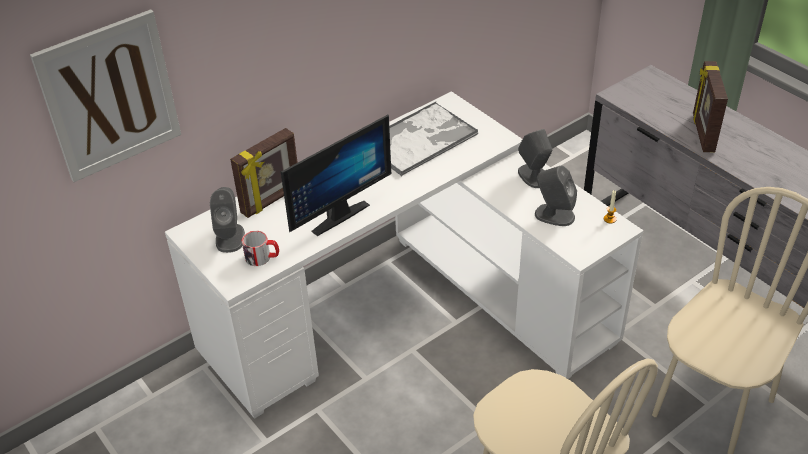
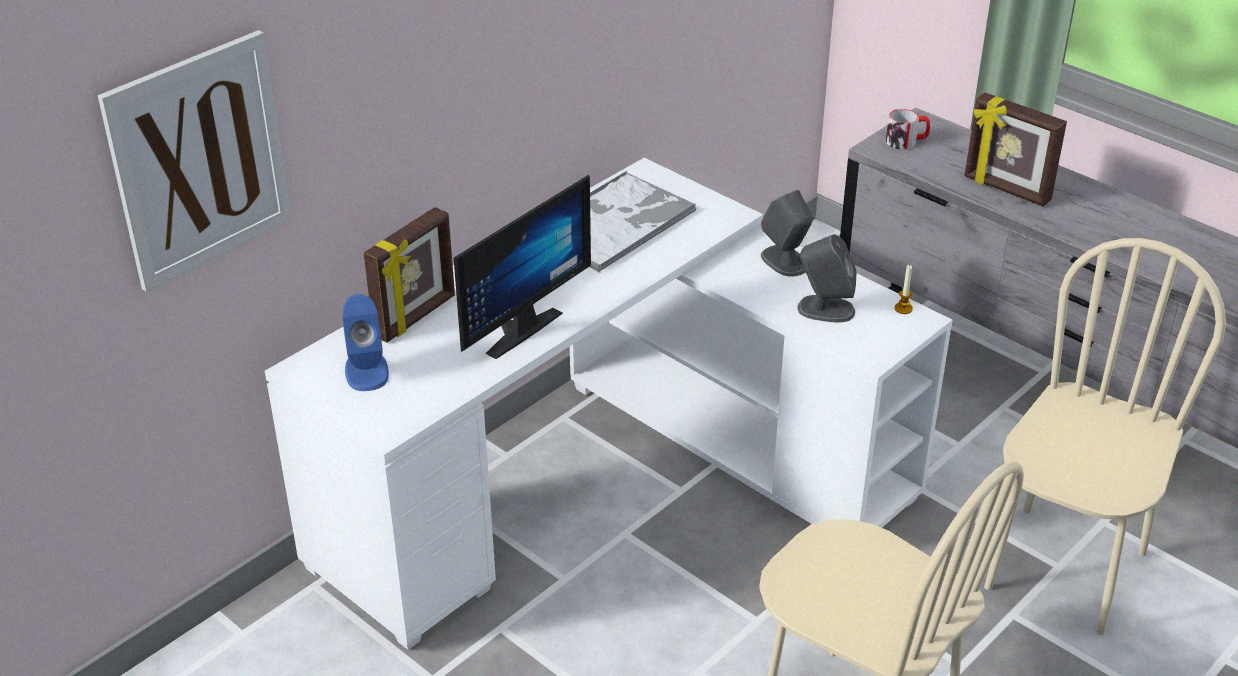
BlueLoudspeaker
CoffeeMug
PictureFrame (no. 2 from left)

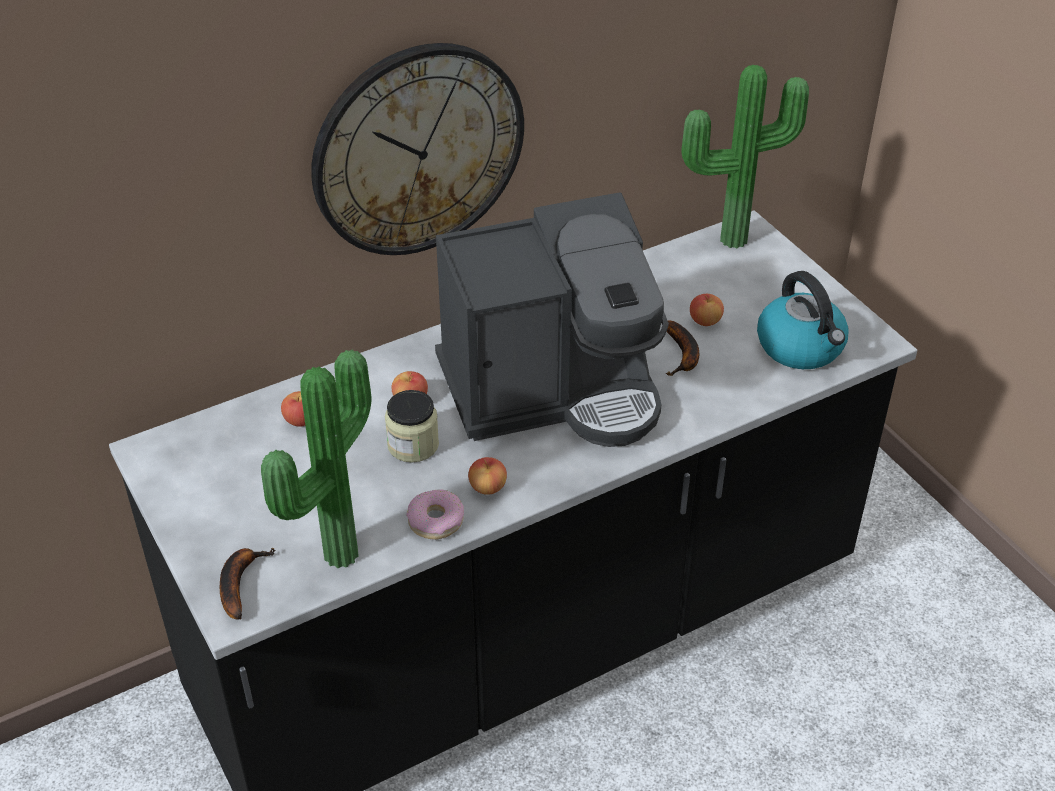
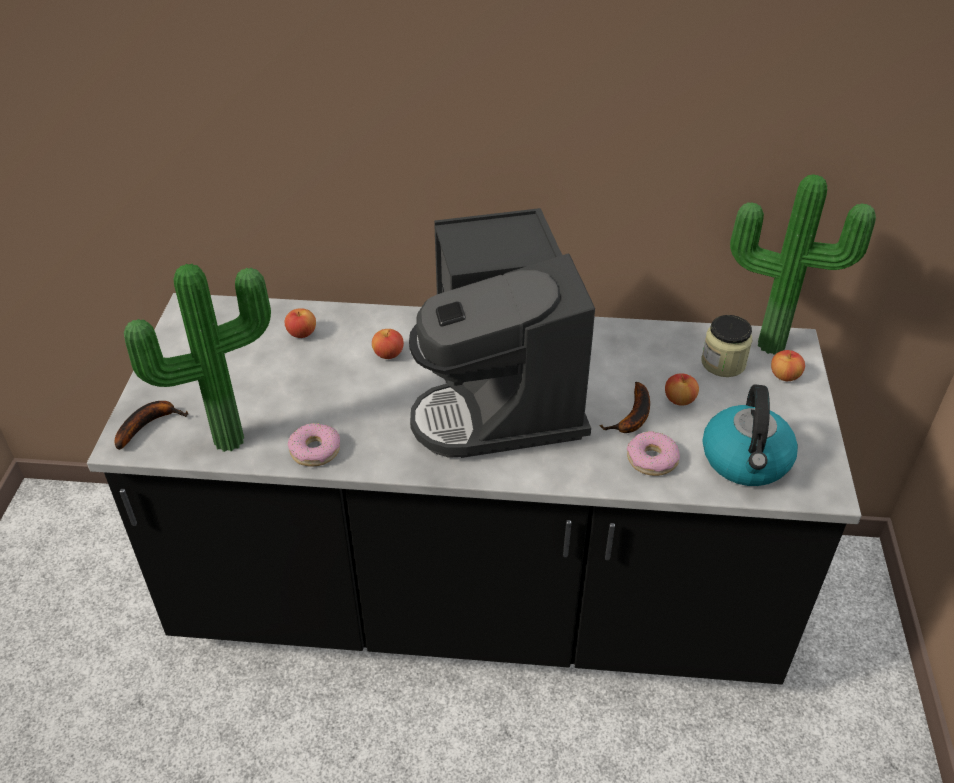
CoffeeMachine
RingDoughnut (no. 2 from left)
Jar
Apple (no. 4 from left)
HangingClock

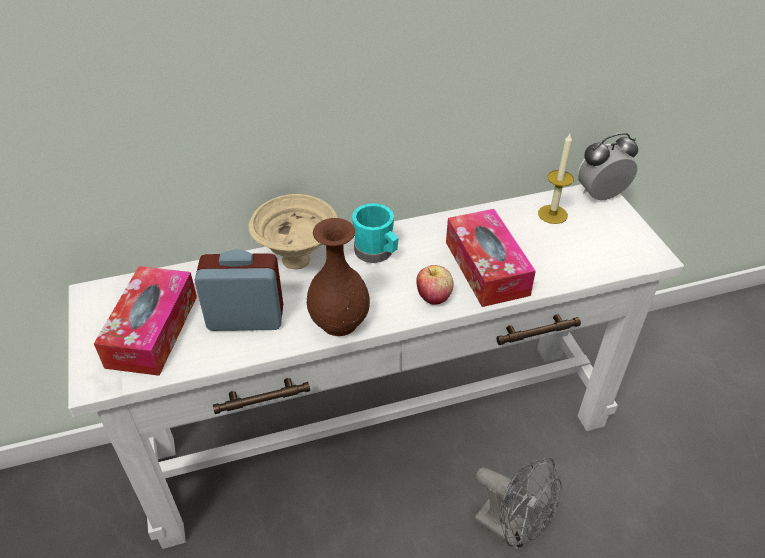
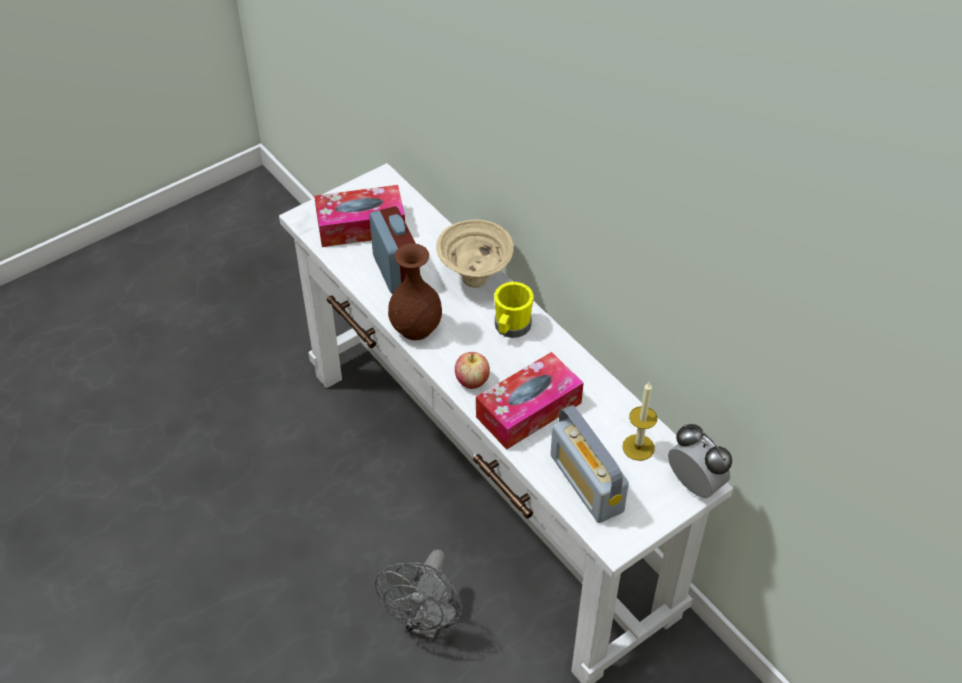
YellowColouredCoffeeMug
RadioSet

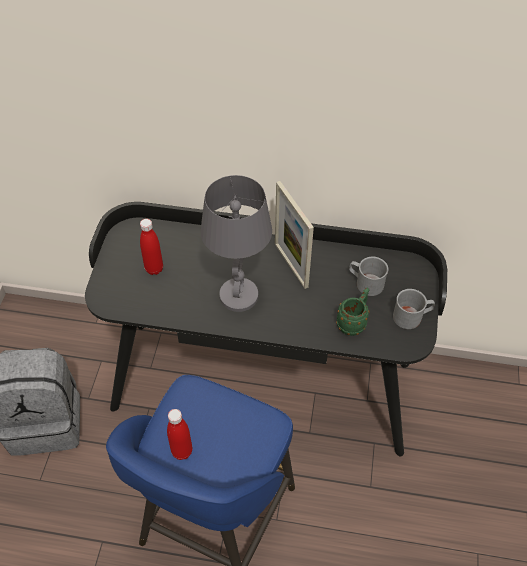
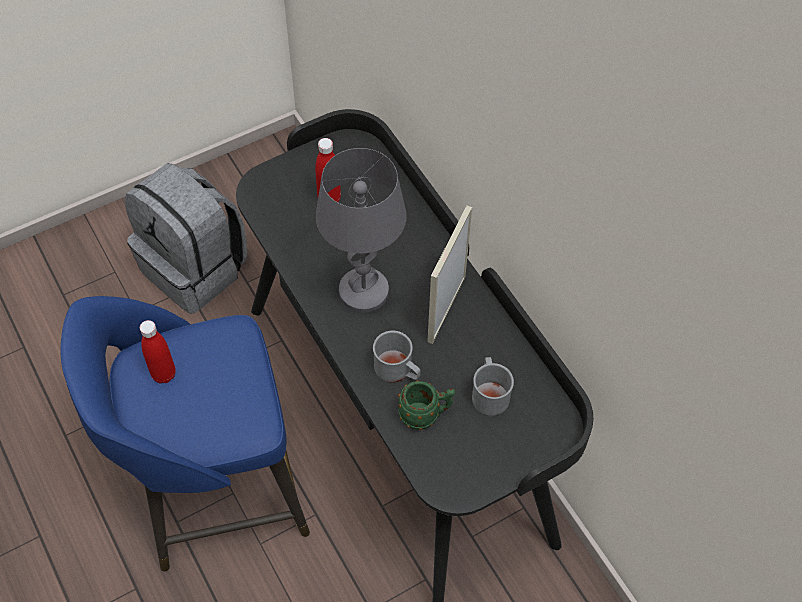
GreyCoffeeMug (no. 1 from left)

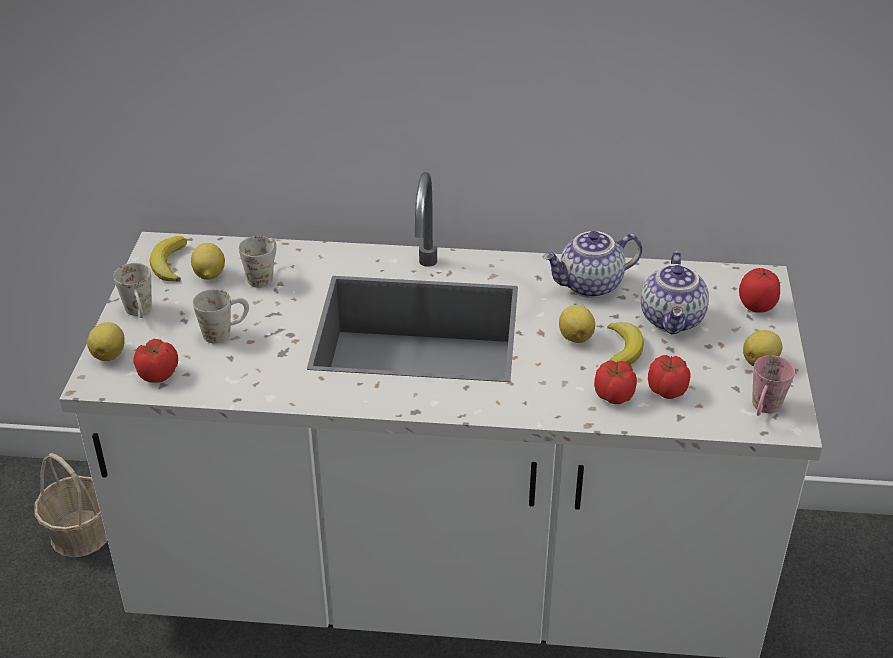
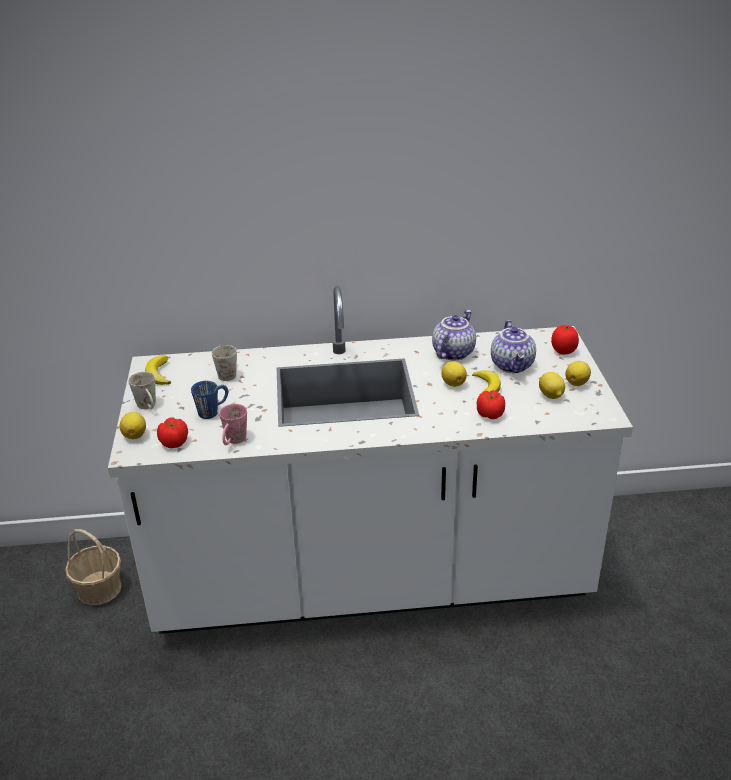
BlueCoffeeMug
PinkColouredCoffeeMug
PotForTea (no. 1 from left)
WholeLemon (no. 3 from left)
Tomato (no. 3 from left in the first image)

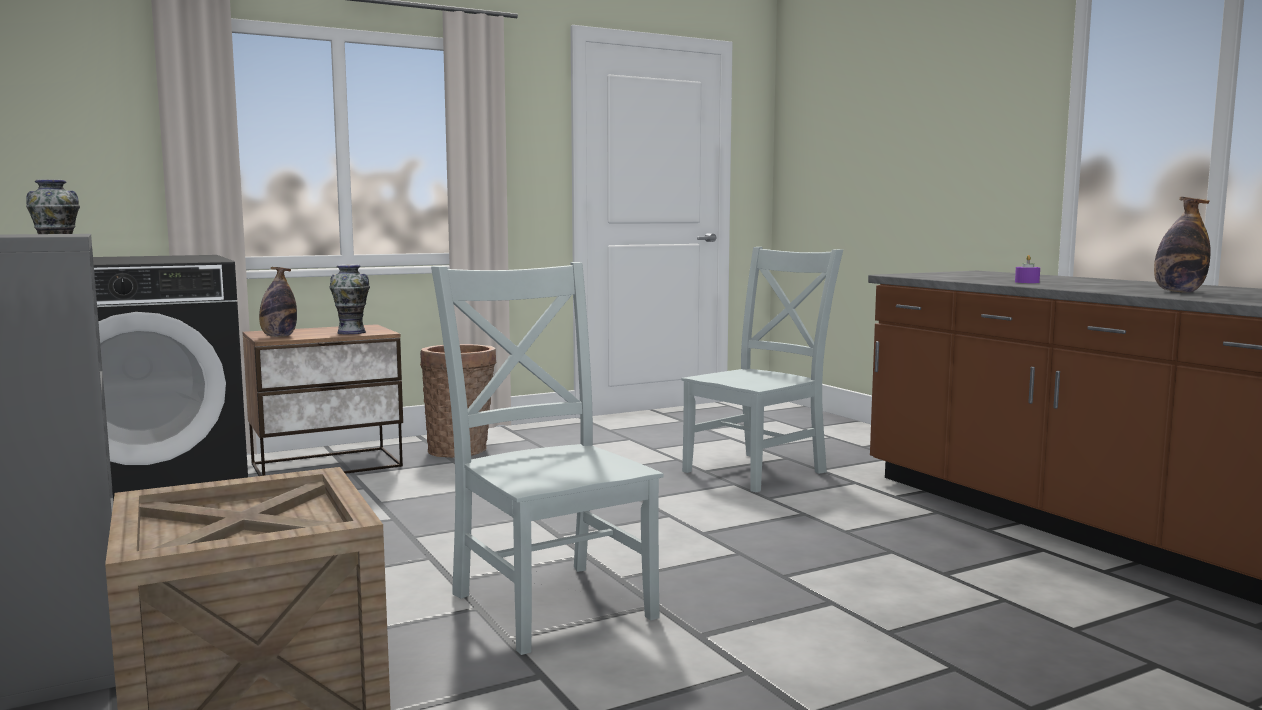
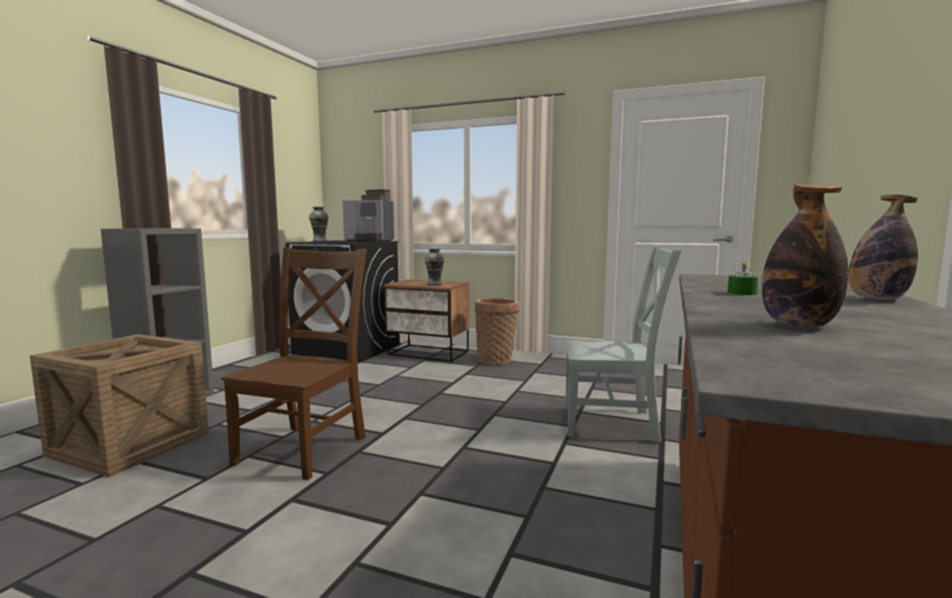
BrownChair
CoffeeMachine
GreenColouredWaxCandle
DrinkBottle (no. 2 from left)

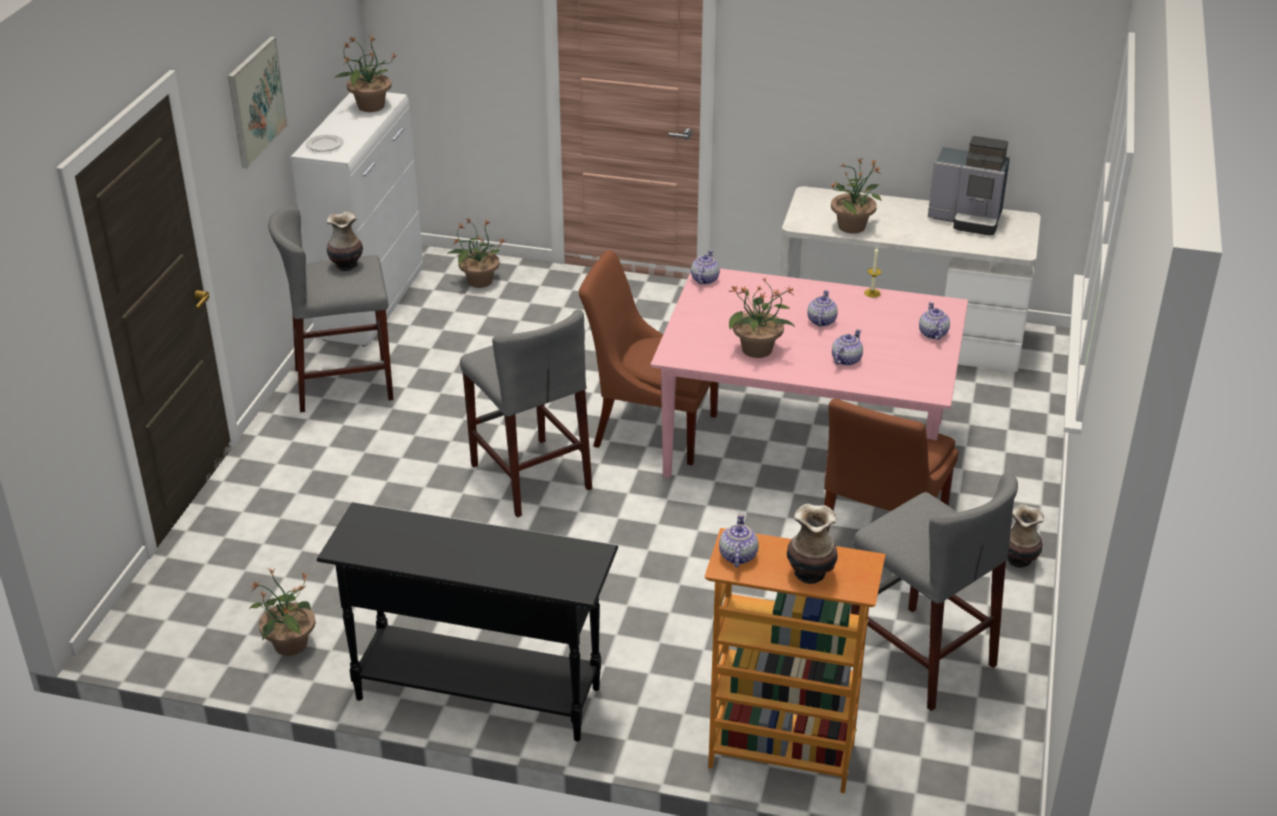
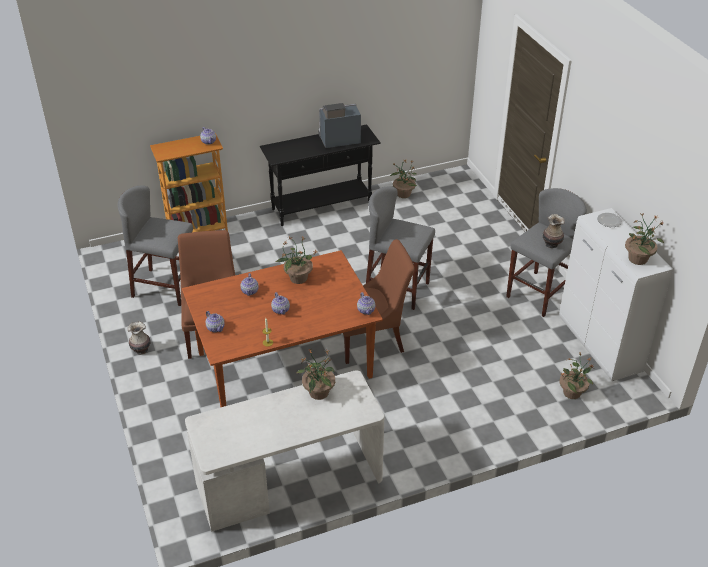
BrownDinnerTable
CoffeeMachine
WallPicture
DecorativeVase (no. 2 from left in the first image)

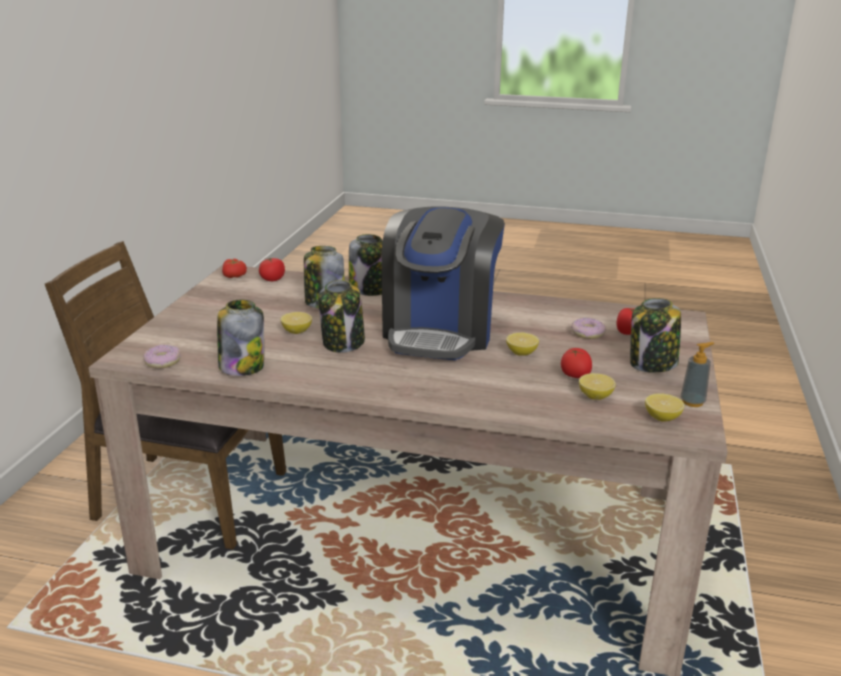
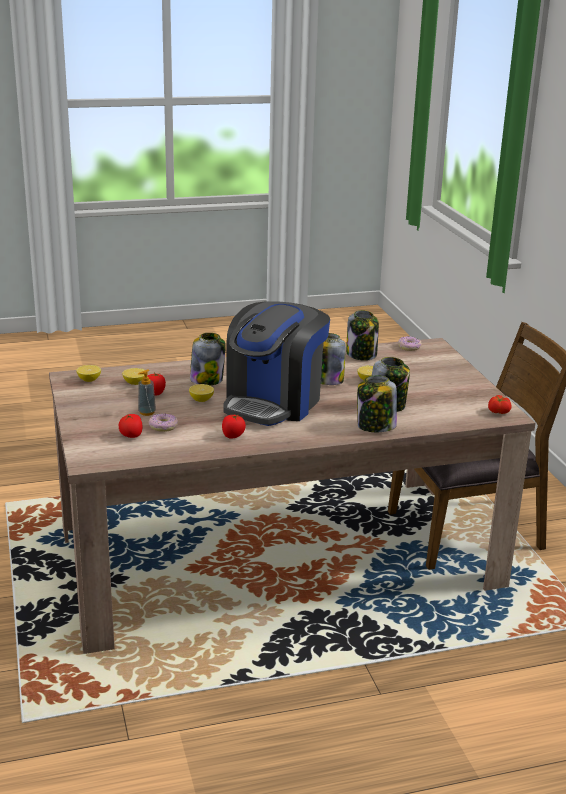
LiquidSoapBottle
Jar (no. 1 from left)
Tomato (no. 3 from left)
CoffeeMachine

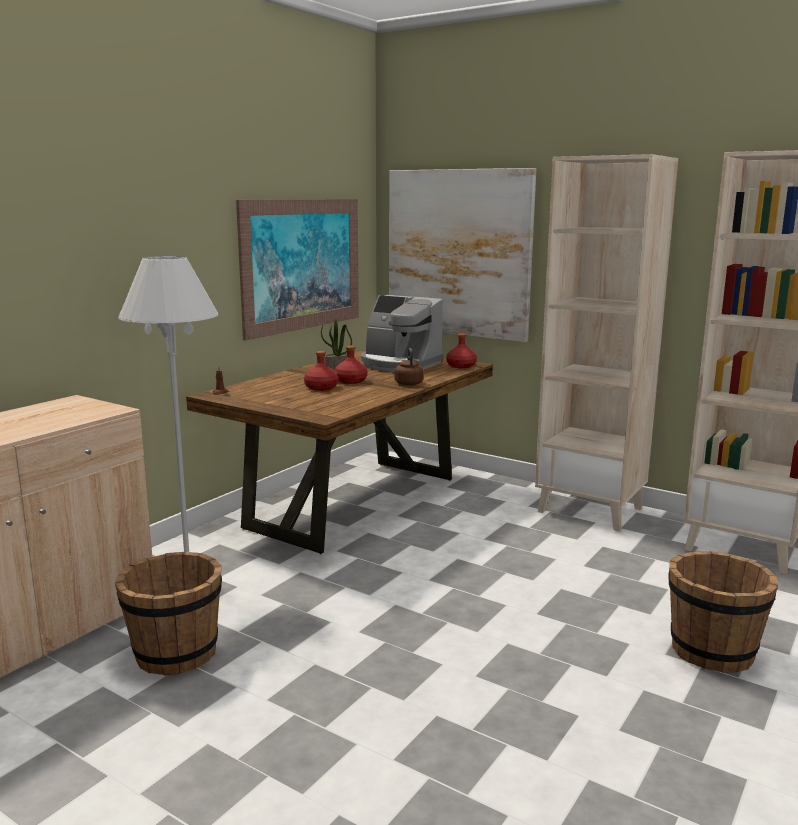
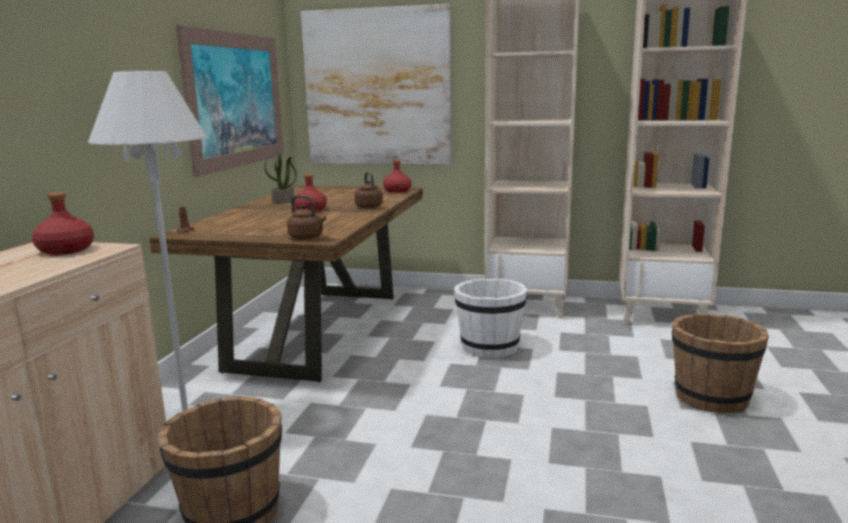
RedDrinkBottle (no. 1 from left)
BrownKettle (no. 1 from left)
WhiteColouredWaterBucket
CoffeeMachine

